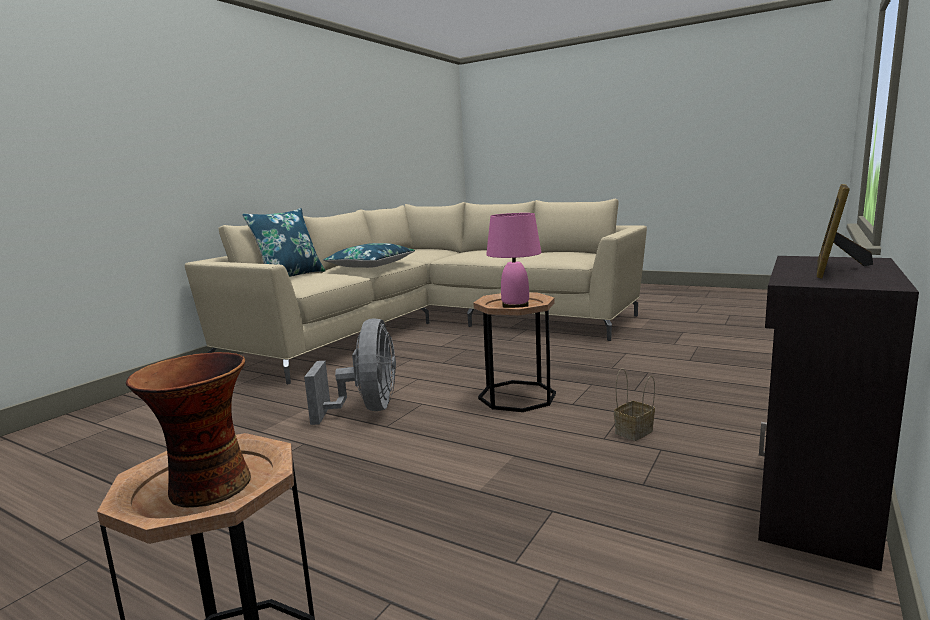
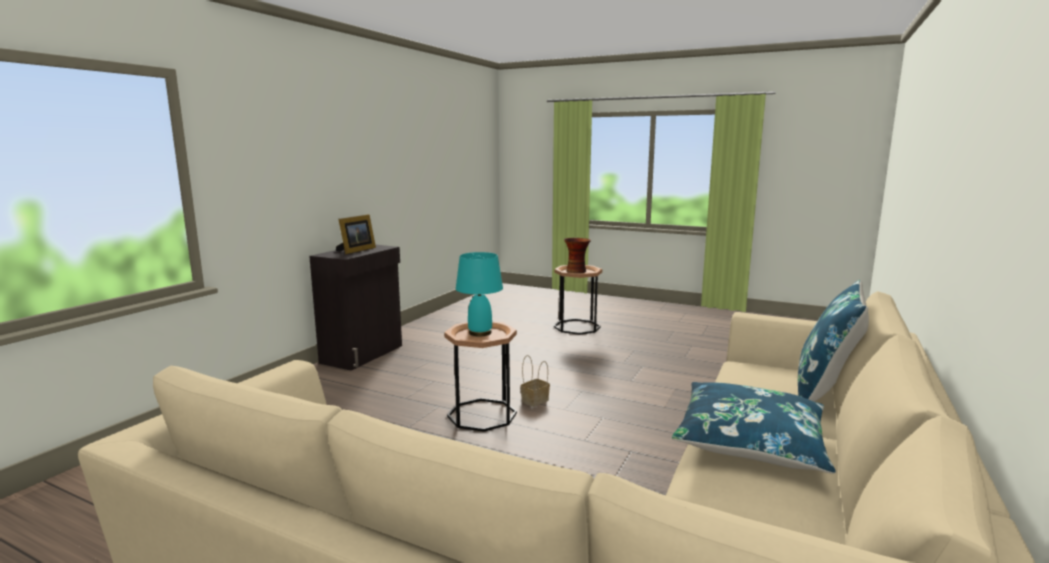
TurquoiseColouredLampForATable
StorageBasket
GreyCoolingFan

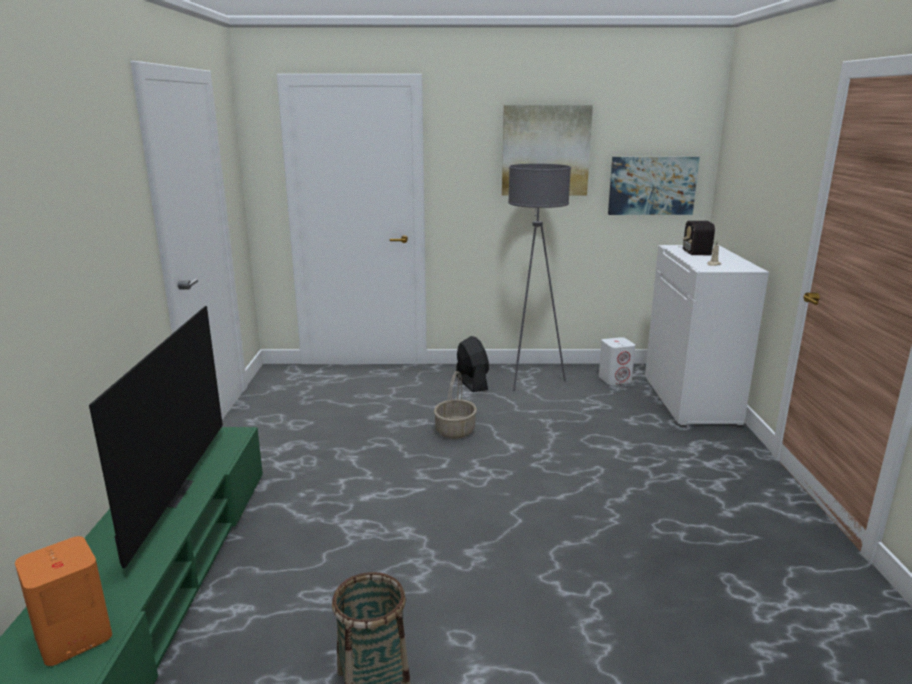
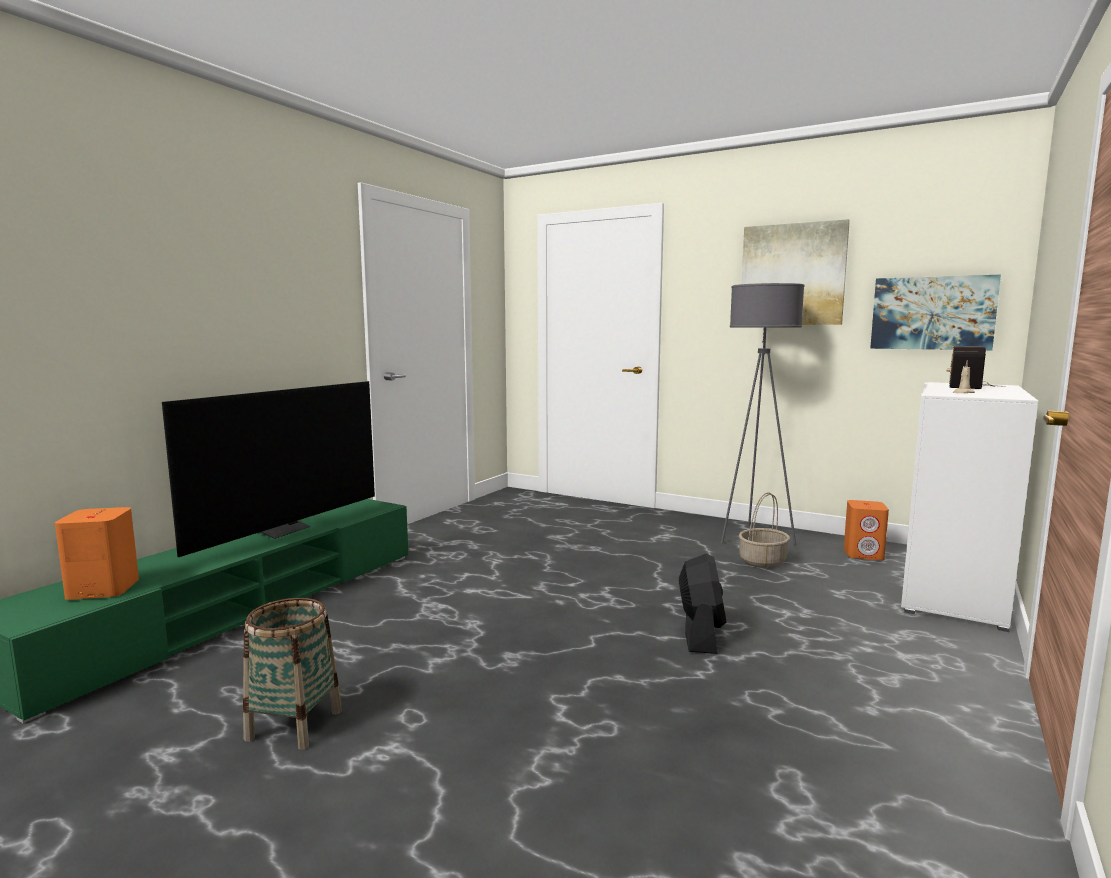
BlackCoolingFan
StorageBasket (no. 2 from left)
OrangeyLoudspeaker (no. 2 from left)

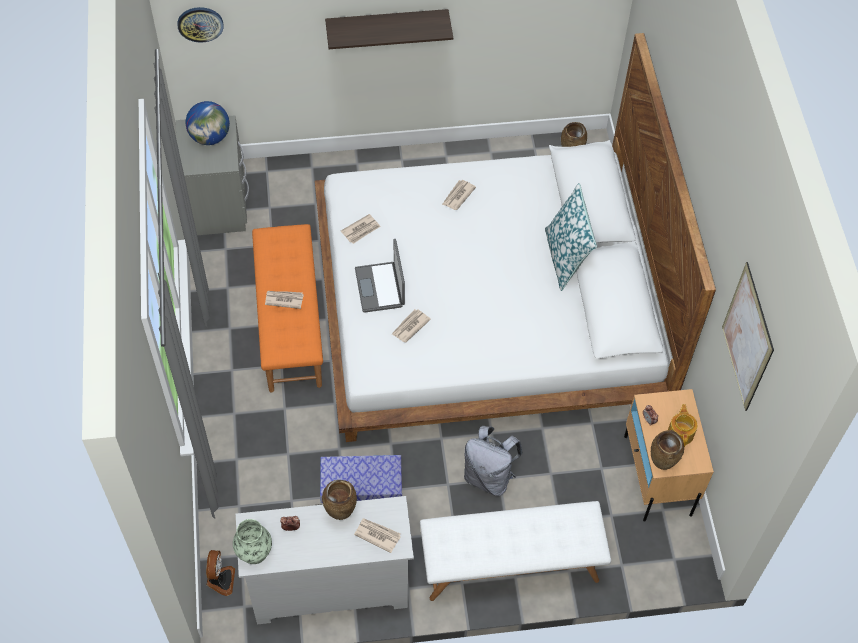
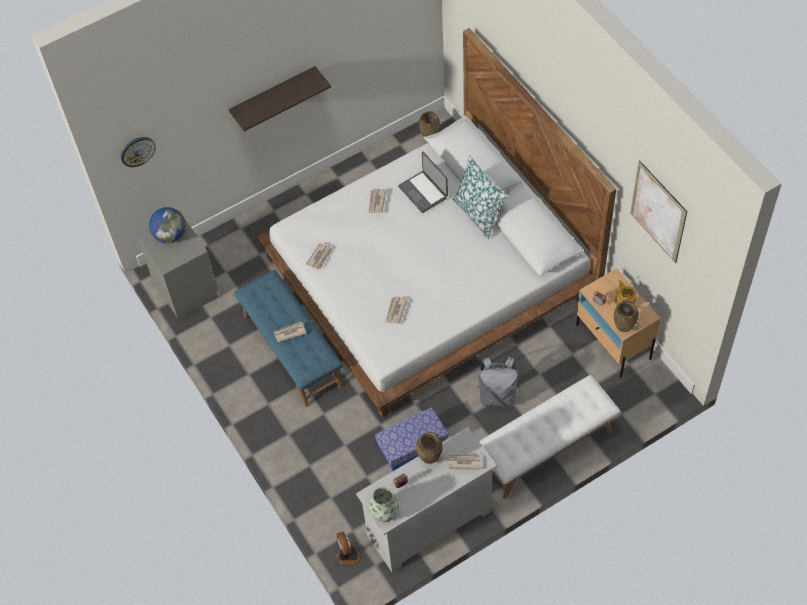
BlueBench
Laptop

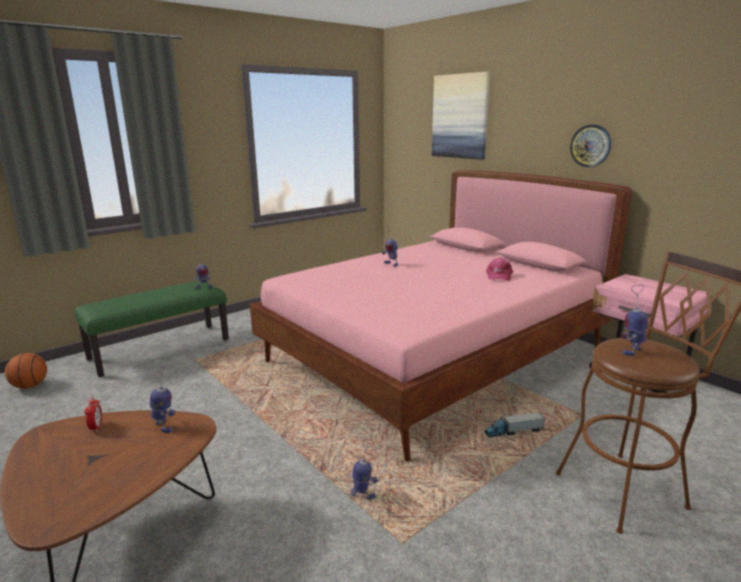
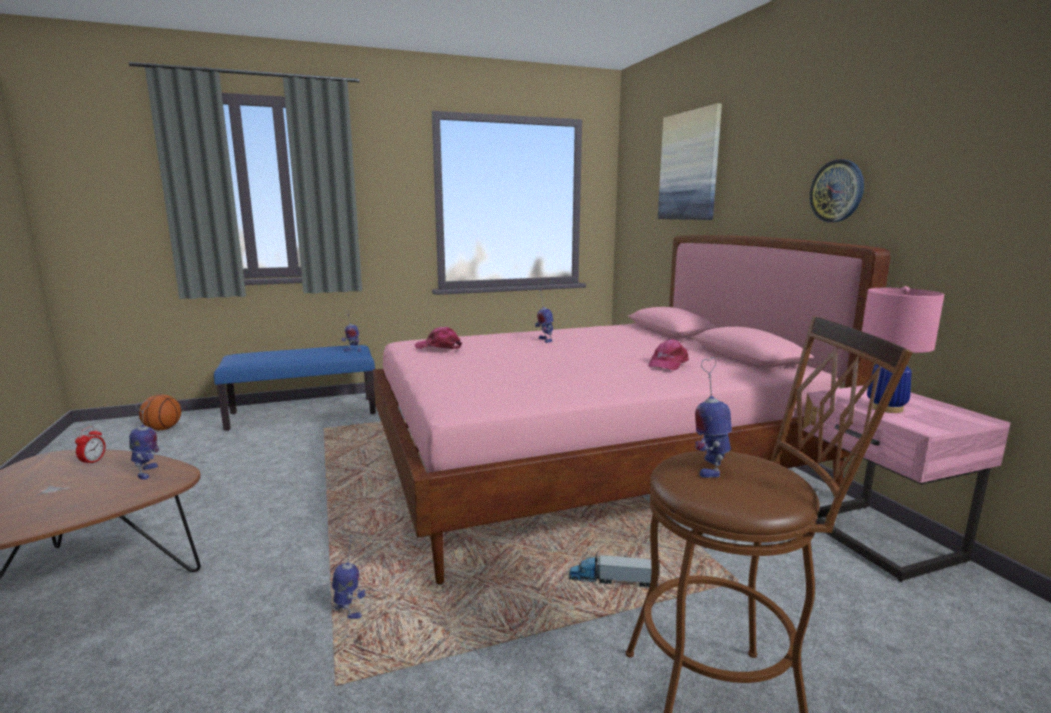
BlueBench
PinkColouredPeakedCap (no. 1 from left)
ModelRobot (no. 5 from left)
PinkColouredLampForATable

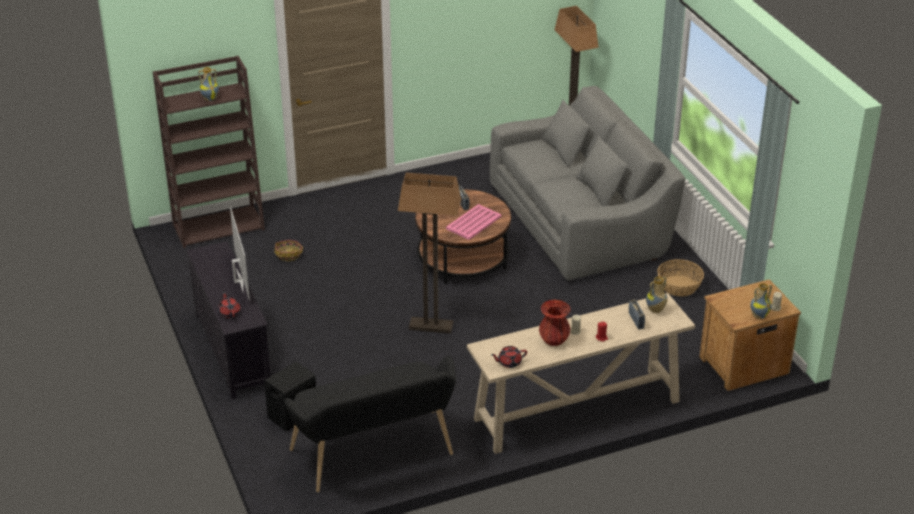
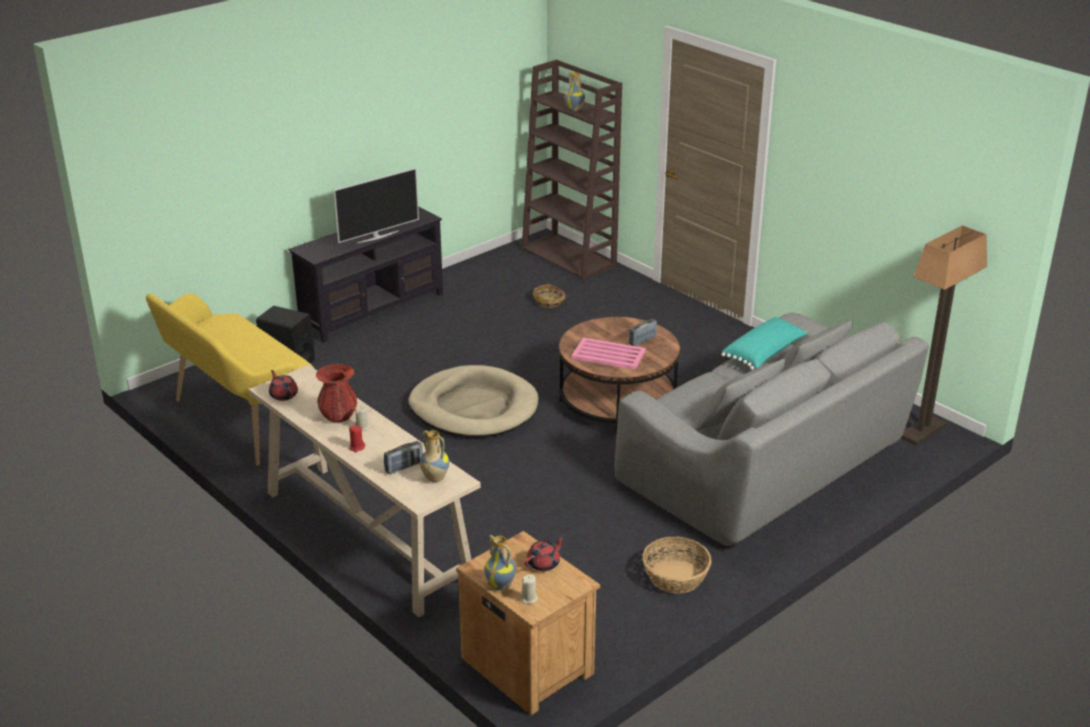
YellowColouredBench
SandColouredPetBed
RedPotForTea (no. 2 from left)
TurquoiseColouredThrowPillow

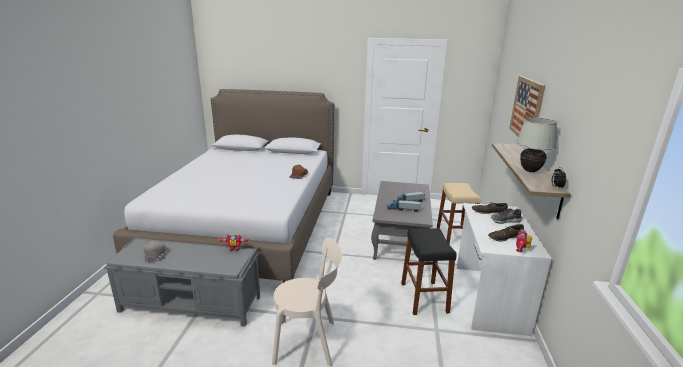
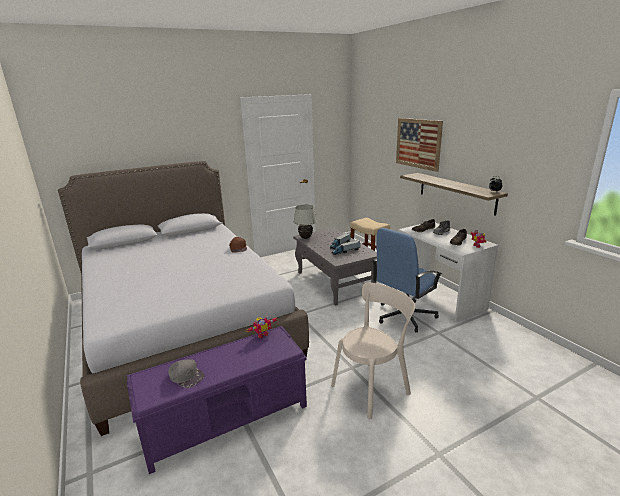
PurpleColouredBench
WhiteColouredLampForATable
BlueOfficeChair

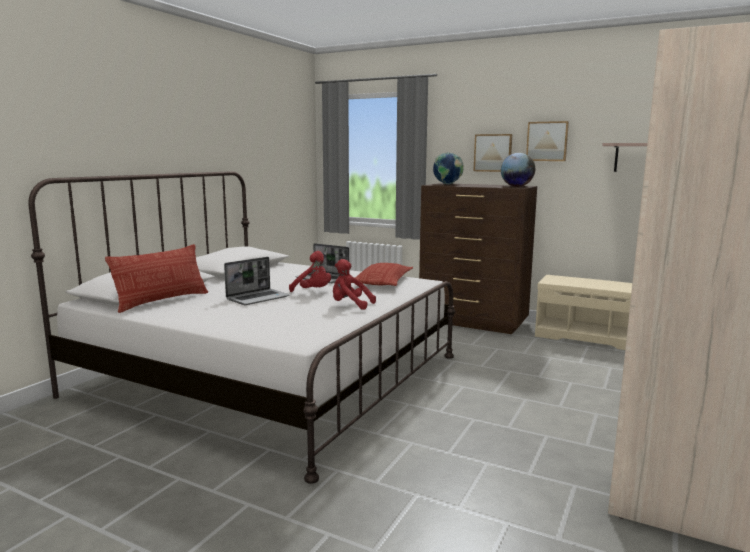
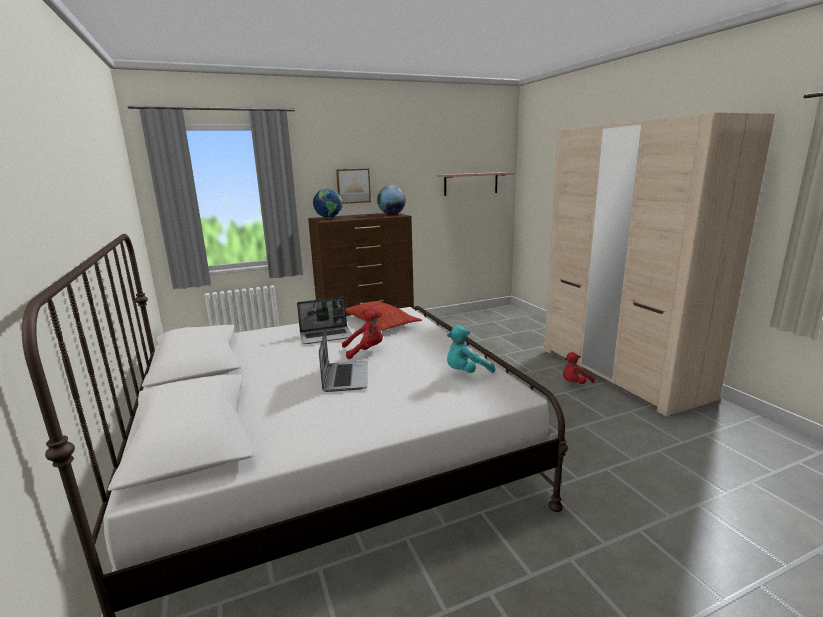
TurquoiseColouredPlushToy
RedPlushToy (no. 2 from left)
ThrowPillow (no. 1 from left in the first image)
WallPicture (no. 2 from left in the first image)
SandColouredBench

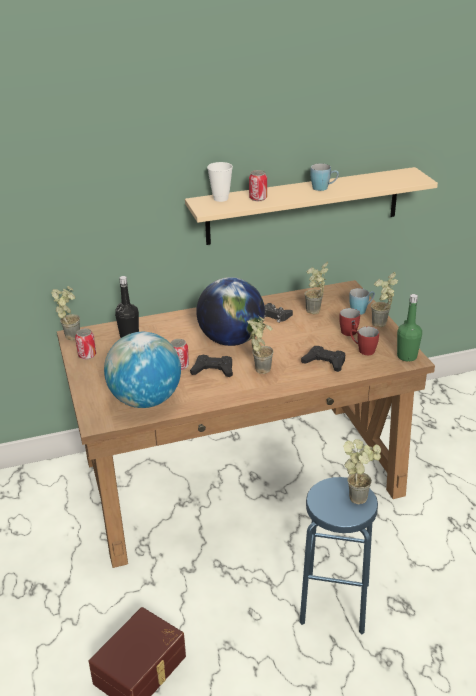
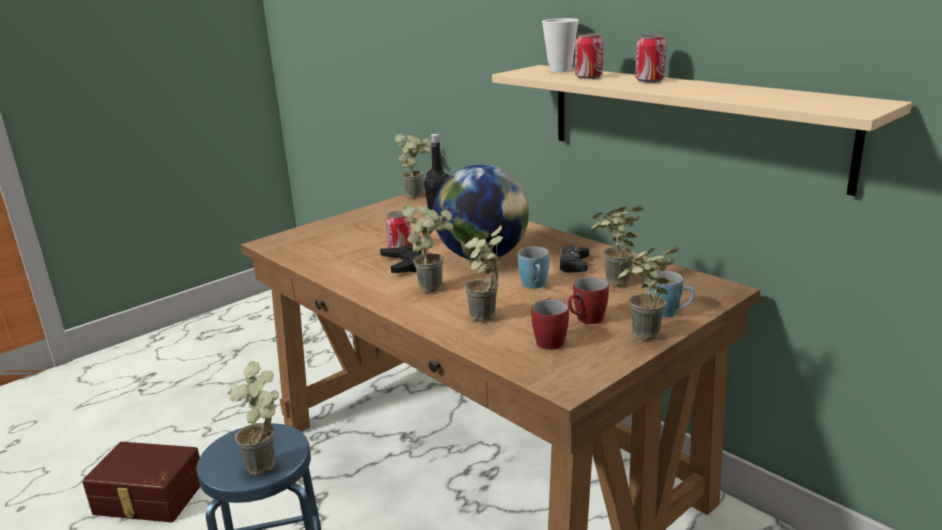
PottedPlant (no. 4 from left)
BlueCoffeeMug (no. 1 from left)
Can (no. 3 from left)
WorldGlobe (no. 1 from left in the first image)
GreenColouredDrinkBottle

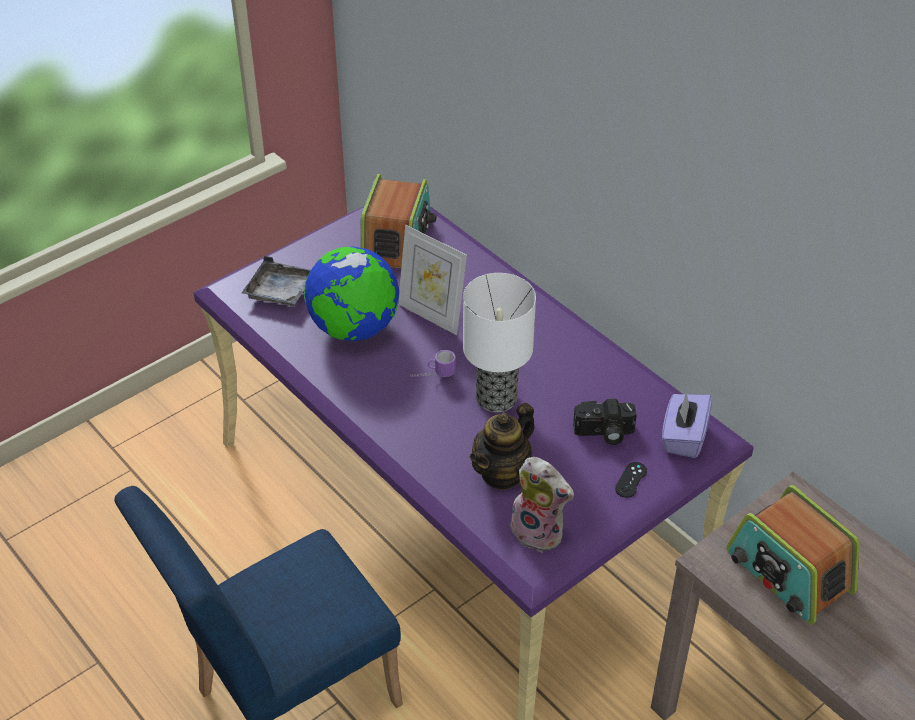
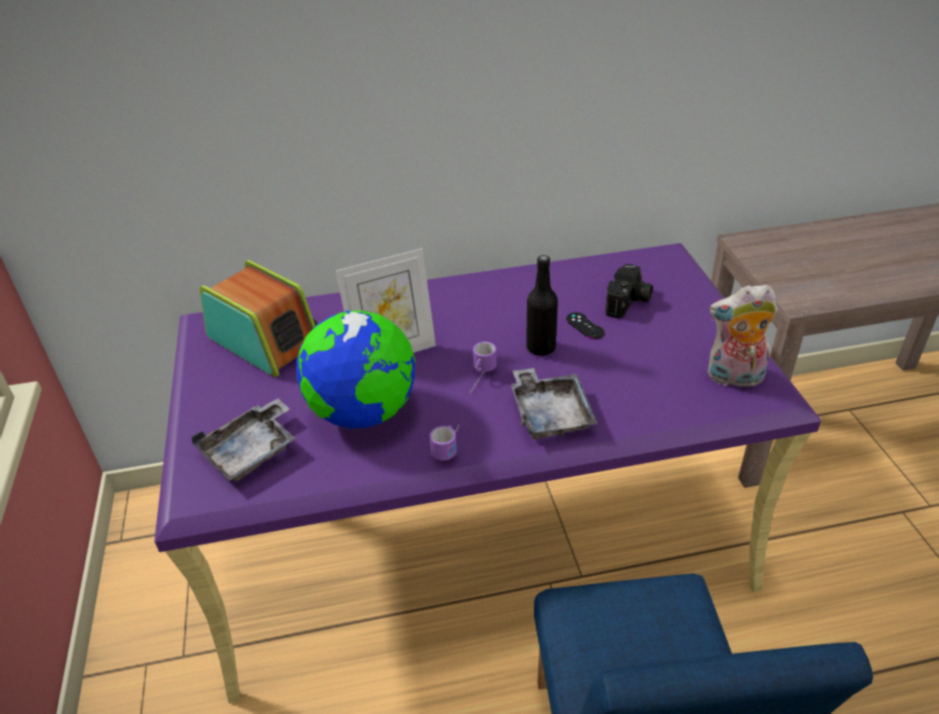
CoffeeMug (no. 1 from left)
GreyServingTray (no. 2 from left)
BlackDrinkBottle
BlackGameController
PlushToy
PotForTea
PurpleColouredTissueHolder
RadioSet (no. 2 from left in the first image)

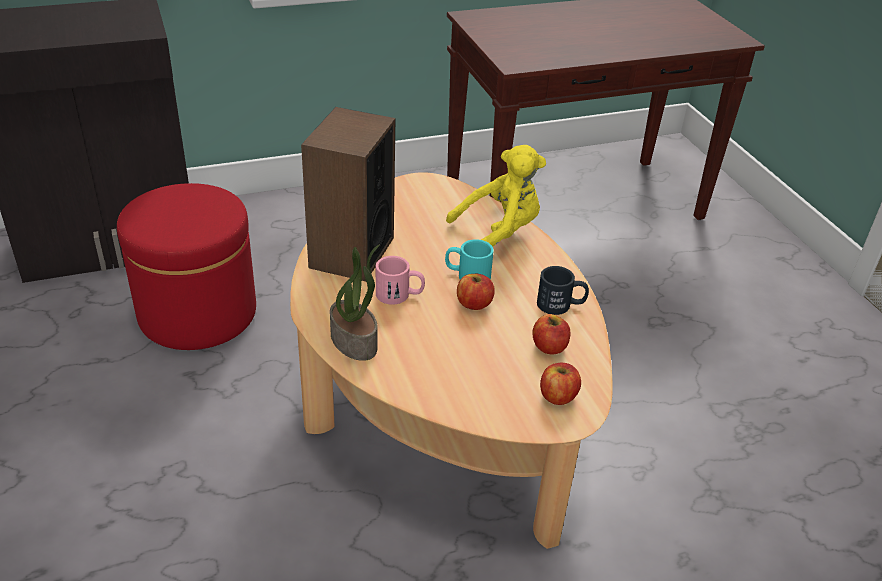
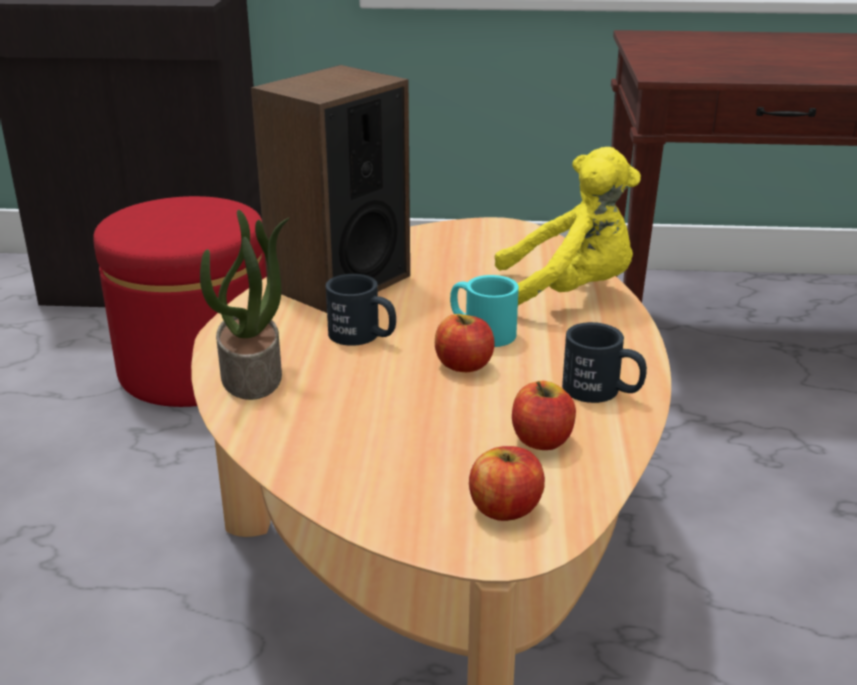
BlackCoffeeMug (no. 1 from left)

